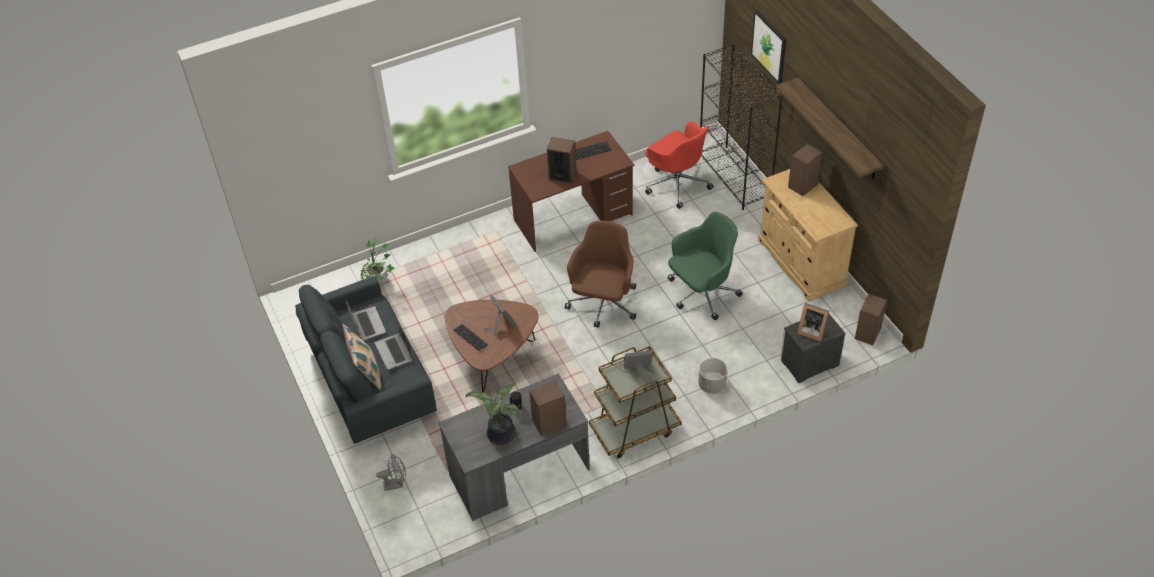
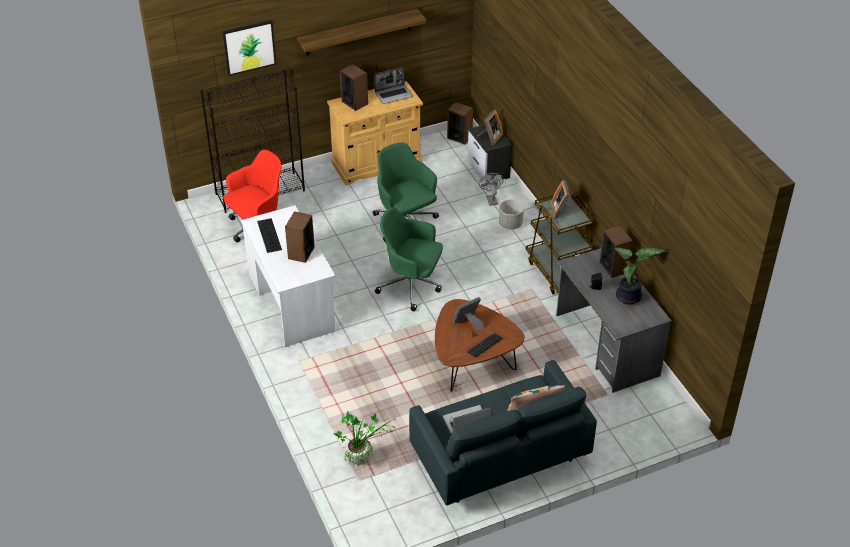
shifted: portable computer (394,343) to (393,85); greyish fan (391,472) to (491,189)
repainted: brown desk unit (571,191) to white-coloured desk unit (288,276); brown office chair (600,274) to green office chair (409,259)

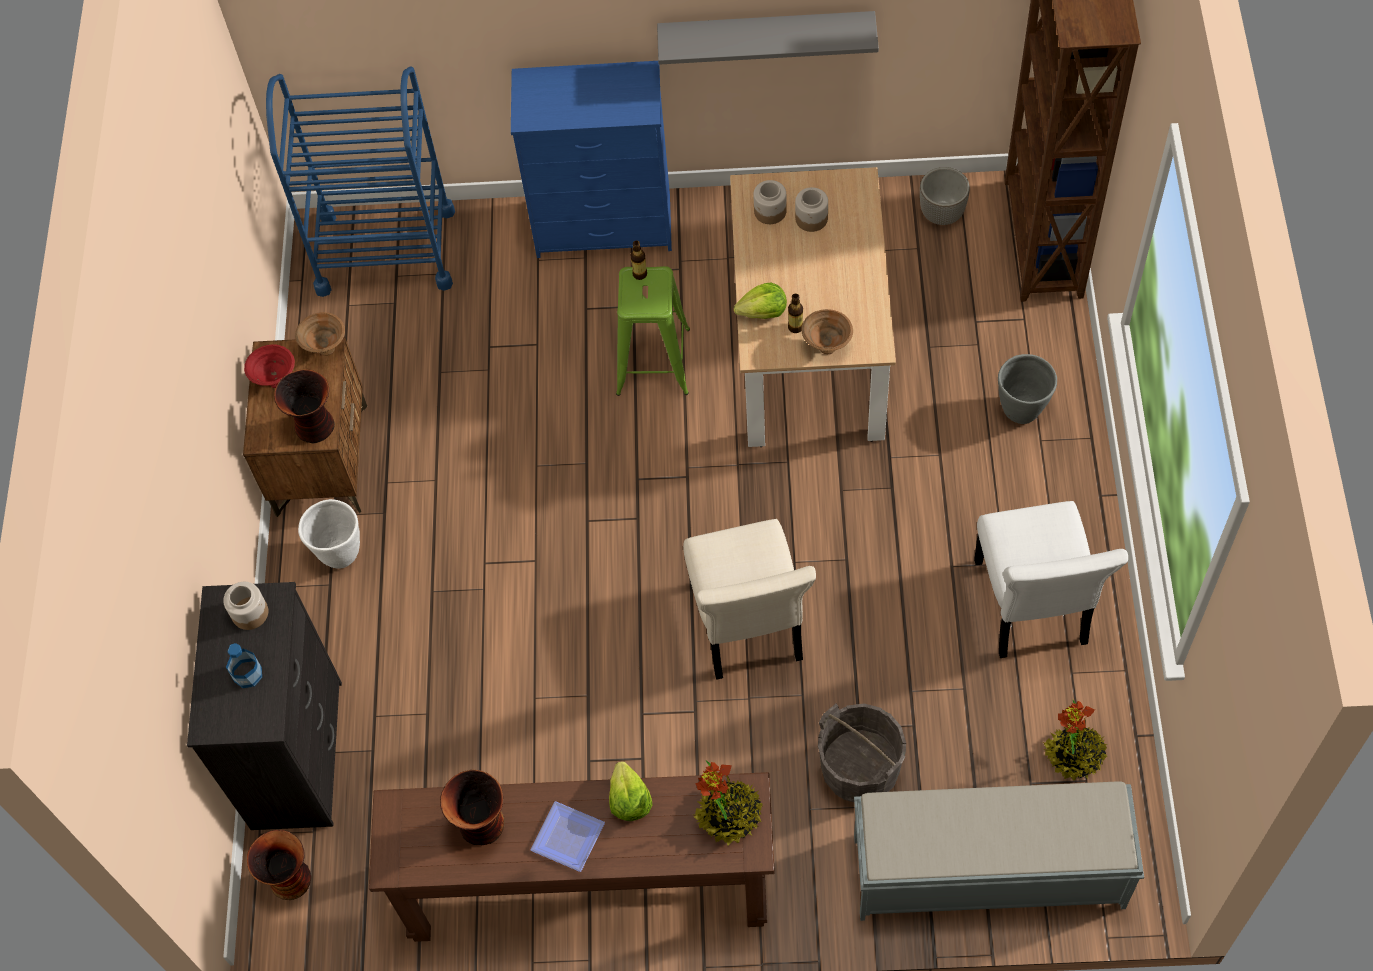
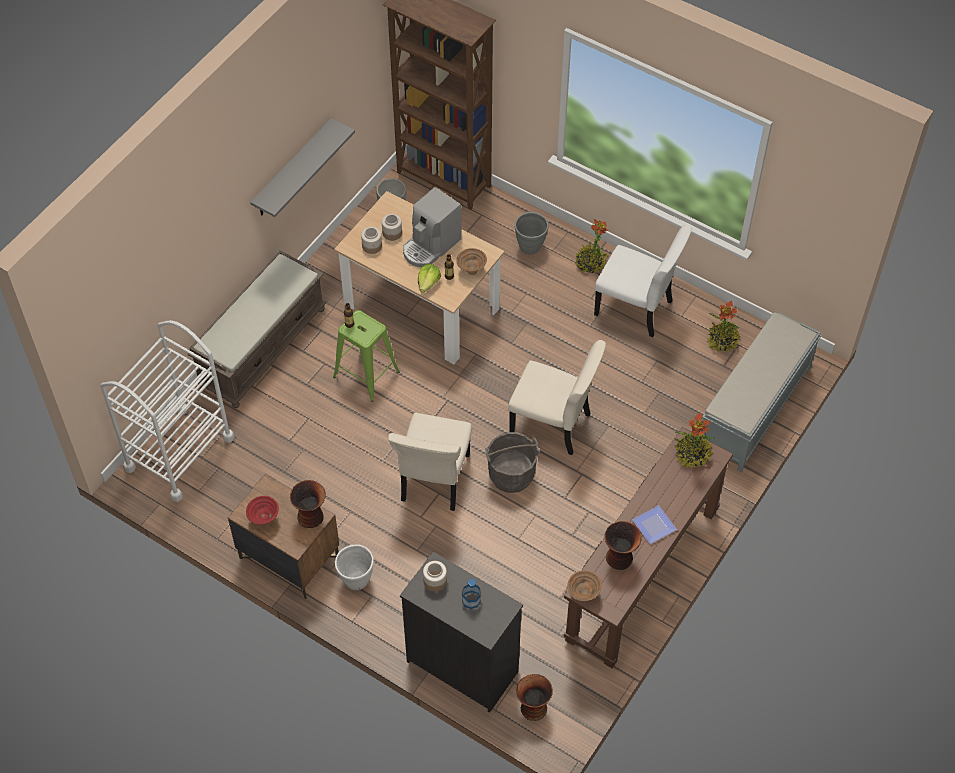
gone: lettuce (630,791)
new: sand-coloured plain chair (430,462); coffee machine (432,227); potted plant (592,246)
shifted: greyish bucket (862,753) to (512,462); brown serving bowl (320,334) to (584,585)
swapped: bluish chest of drawers (591,159) to brown long seat (257,329)
repainted: bluish trolley (360,181) to white-coloured trolley (167,411)

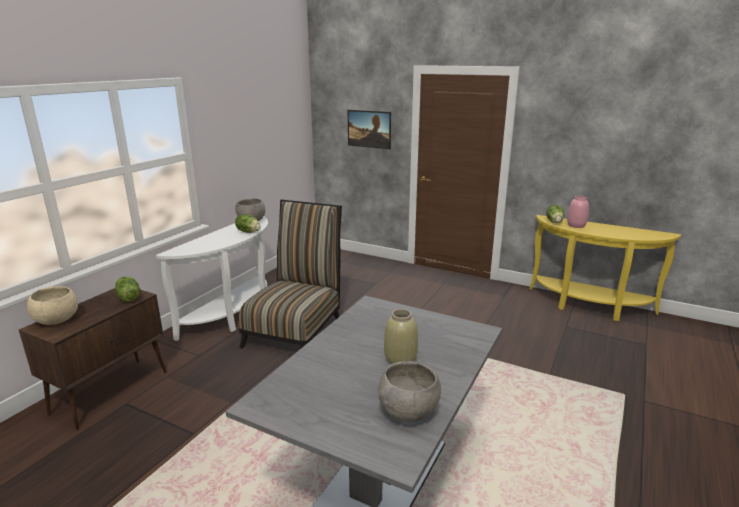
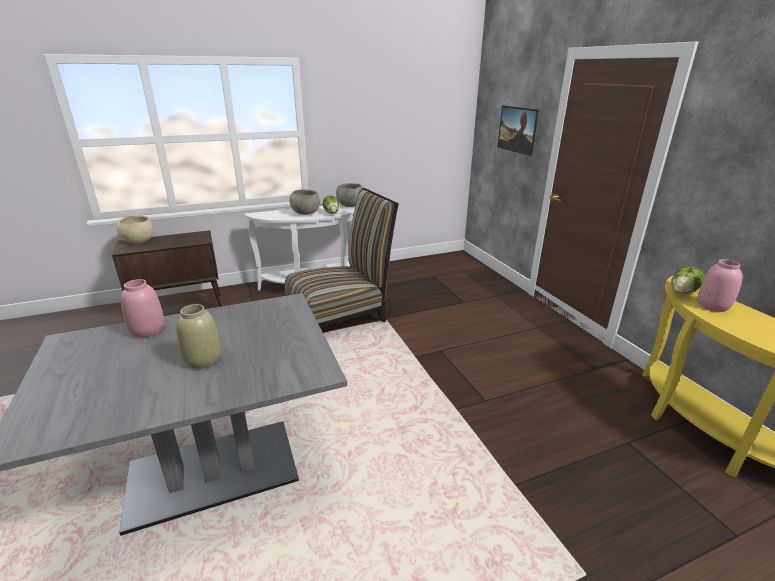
gone: lettuce (127,289)
new: pink decorative vase (142,308)
shifted: greyish serving bowl (409,391) to (304,202)

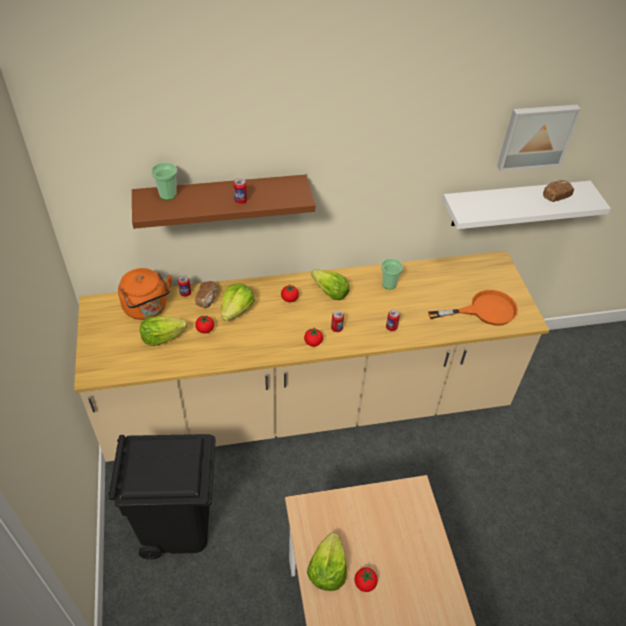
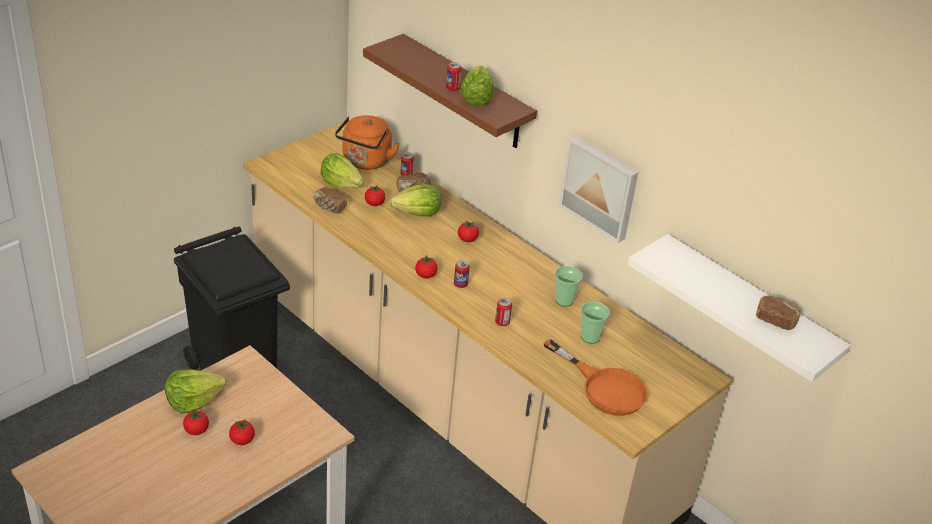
new: tomato (242,432); baked bread (330,200)
shifted: lettuce (330,285) to (476,86); picture (539,138) to (598,189); cup (164,181) to (595,323)

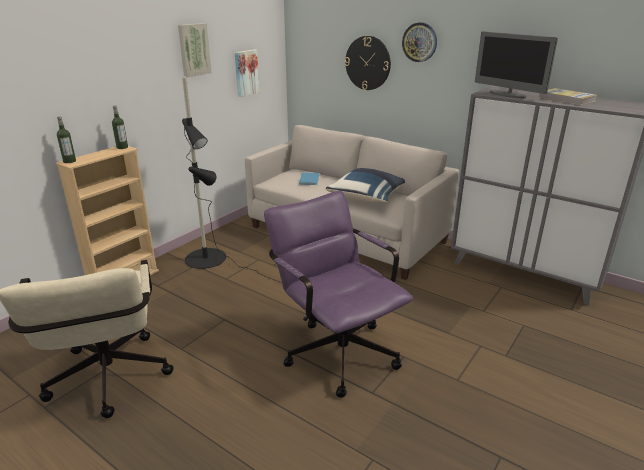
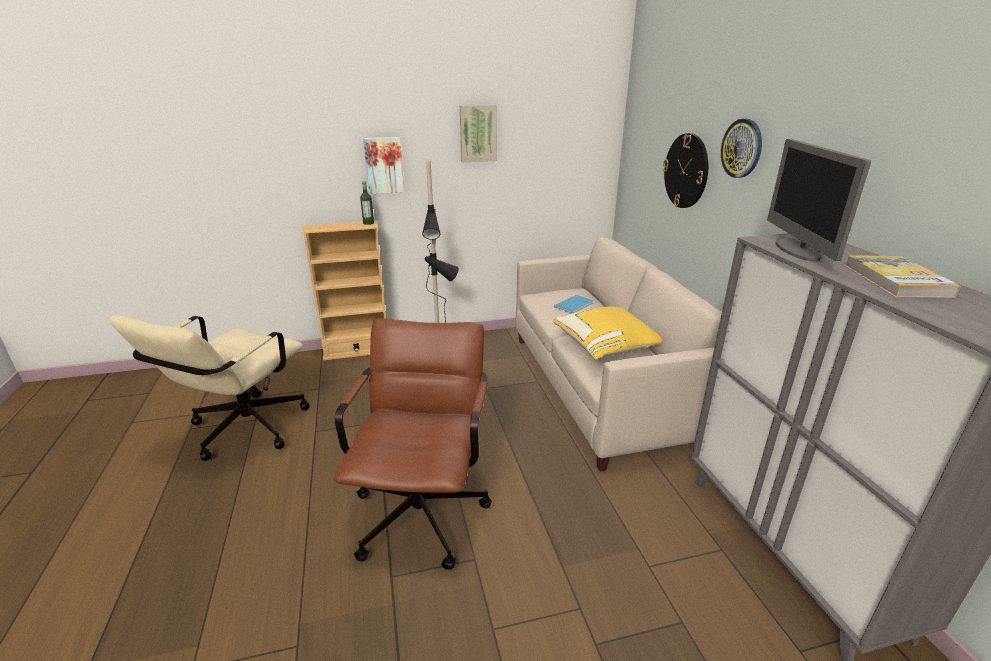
gone: drink bottle (66,139)
shifted: picture (247,73) to (383,165)
repainted: purple office chair (338,294) to brown office chair (413,444); bluish throw pillow (365,185) to yellowish throw pillow (607,333)

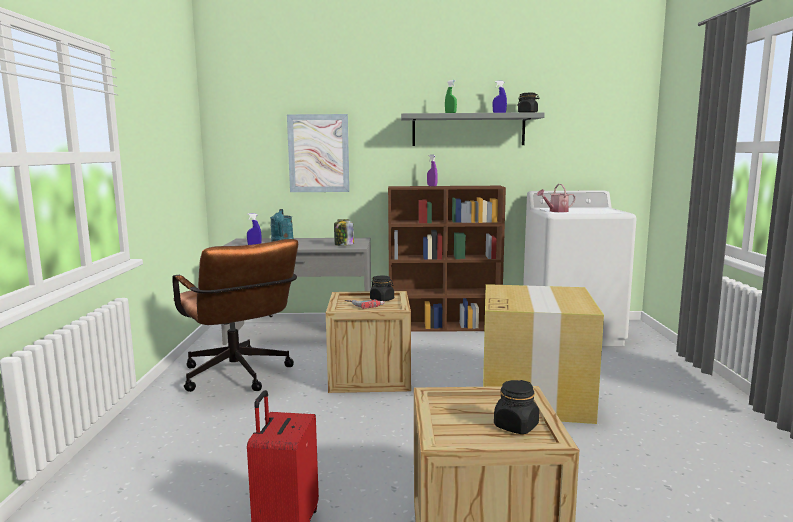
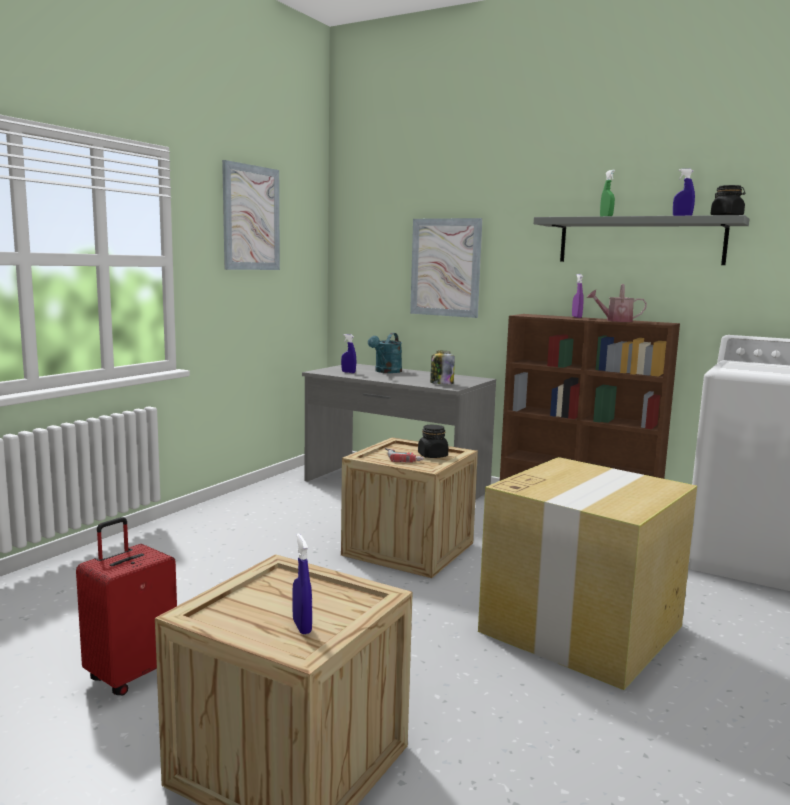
gone: brown office chair (235,315)
new: picture (251,215)
shifted: watering pot (556,198) to (617,303)
swapped: blackish storage jar (516,407) to bluish sprayer (302,584)

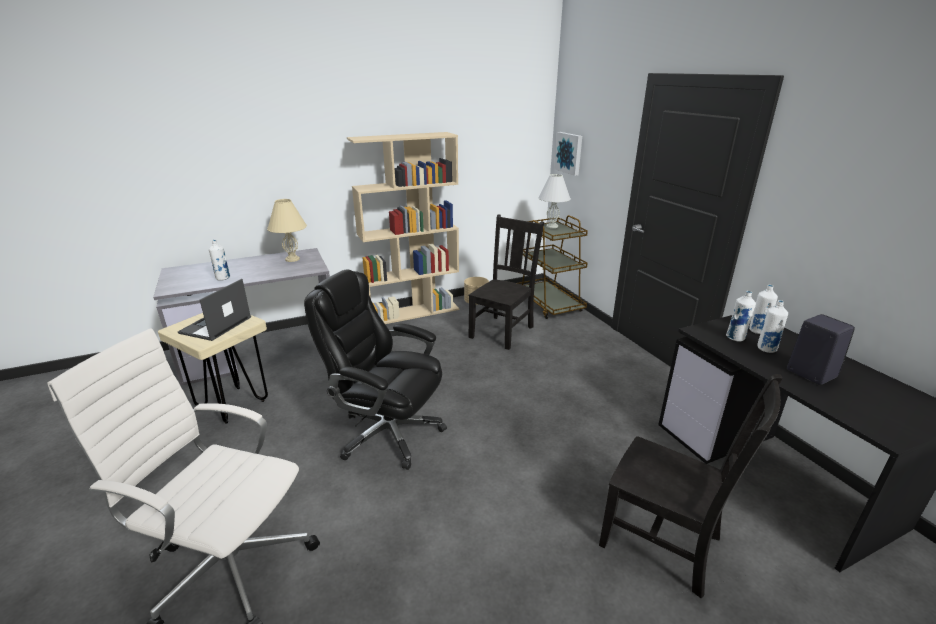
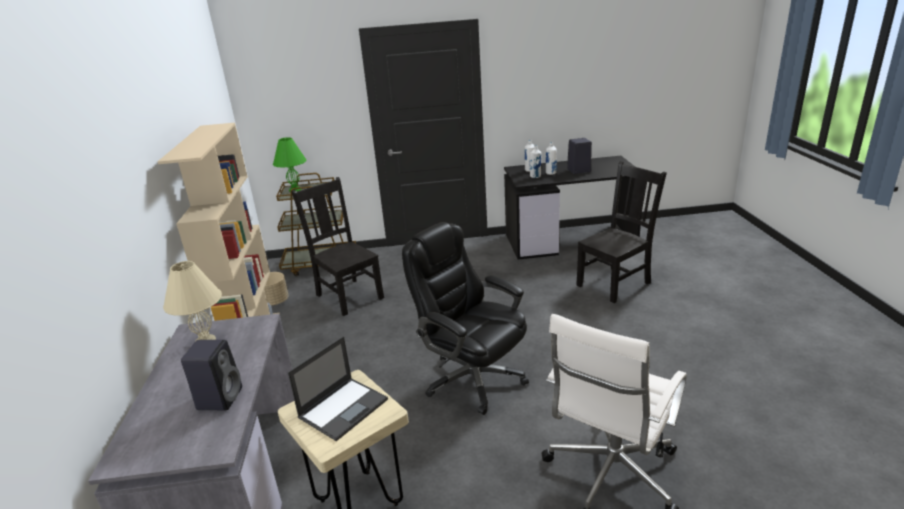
gone: picture (568,154)
swapped: white-coloured drink bottle (219,260) to blackish loudspeaker (211,375)
repainted: white-coloured tabletop lamp (554,201) to green tabletop lamp (289,164)
rotated: portable computer (214,310) = (338,388) 90 degrees counterclockwise; blackish office chair (375,369) = (465,318) 90 degrees clockwise

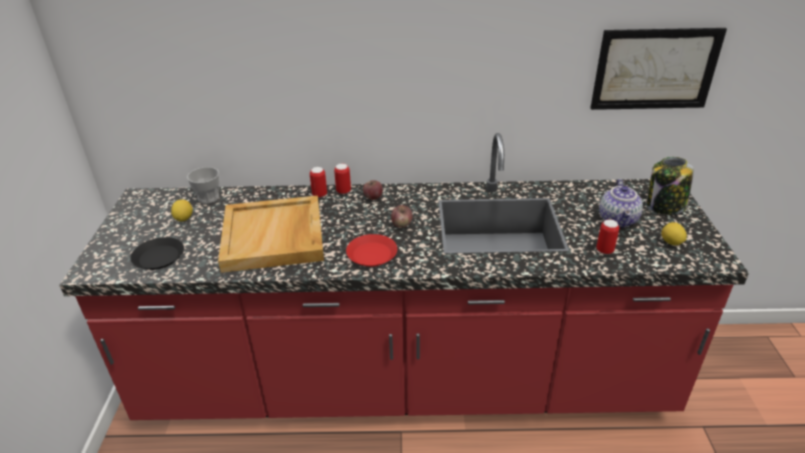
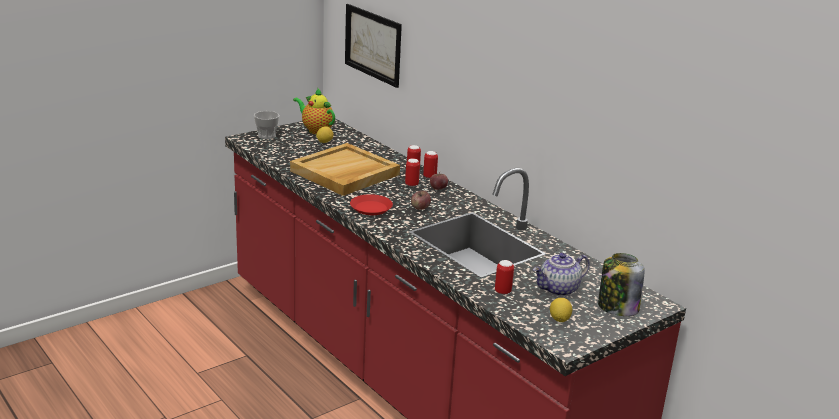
gone: blackish dinner plate (157,253)
new: teapot (314,111); can (412,172)
shifted: cup (203,185) to (267,125); picture (658,69) to (373,46)

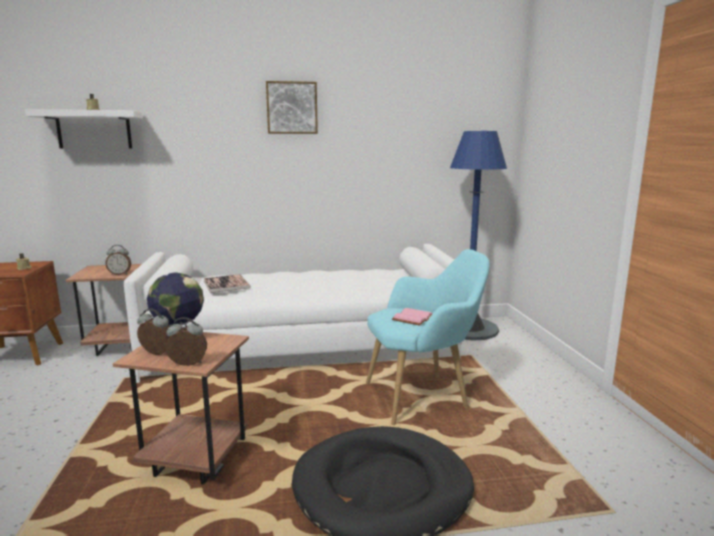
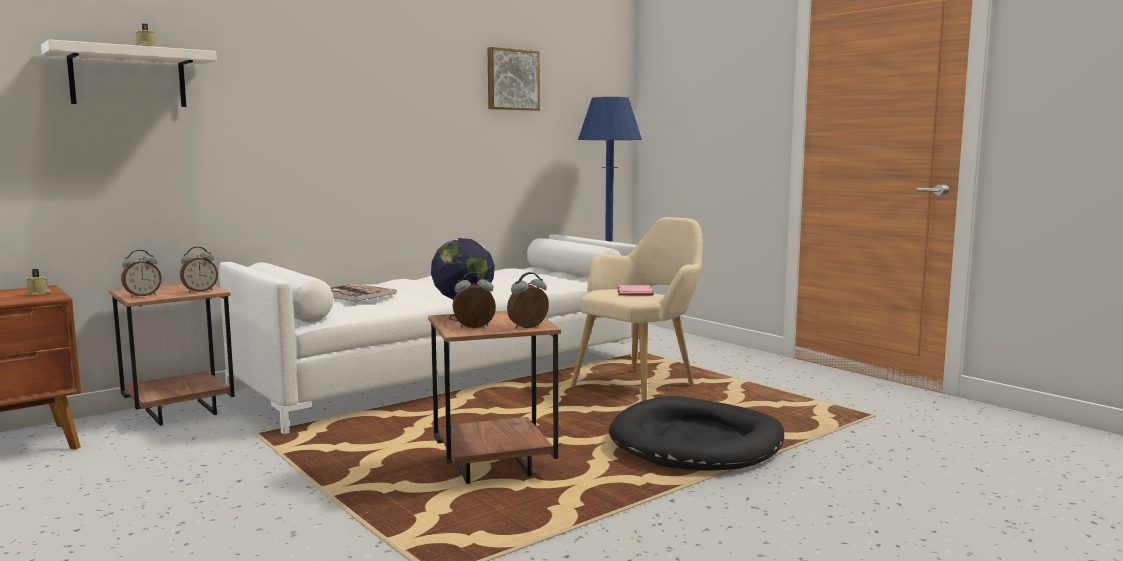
new: bedside clock (141,274)
shifted: picture (292,107) to (514,79)
repainted: blue-green lounge chair (428,337) to sand-coloured lounge chair (637,309)

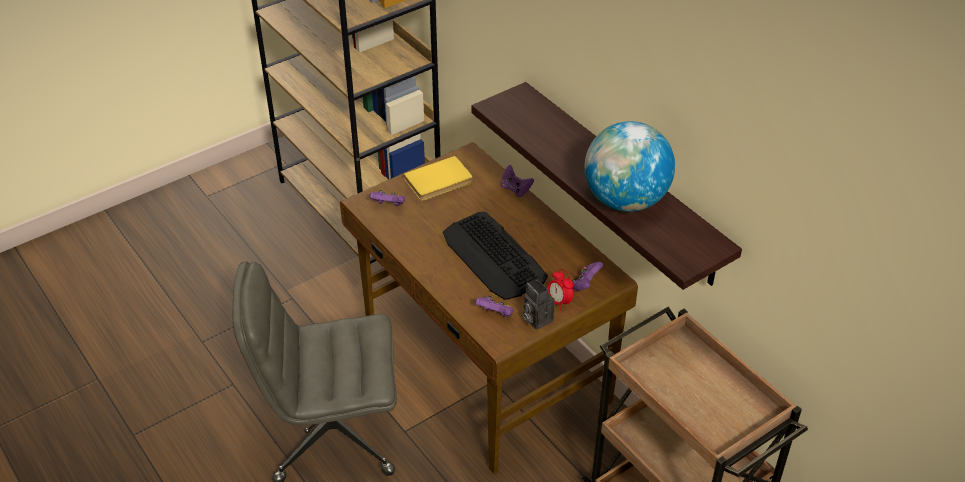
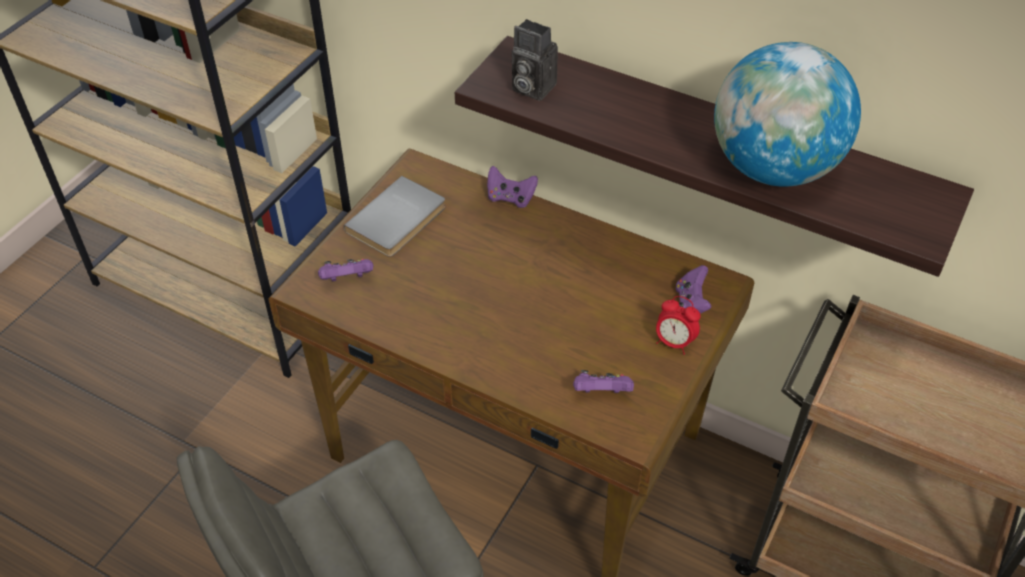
gone: keyboard (495,256)
shifted: still camera (538,304) to (535,60)
repainted: yellowish volume (438,178) to greyish volume (394,216)

